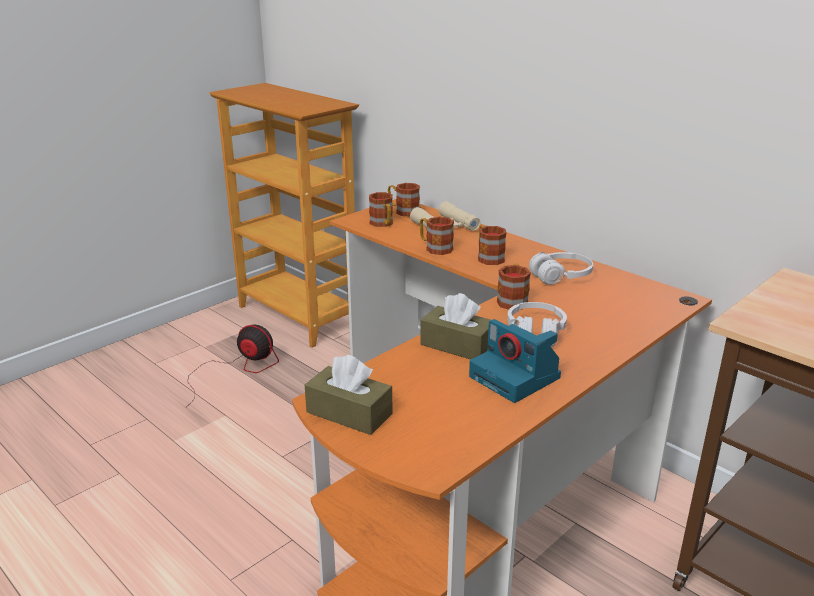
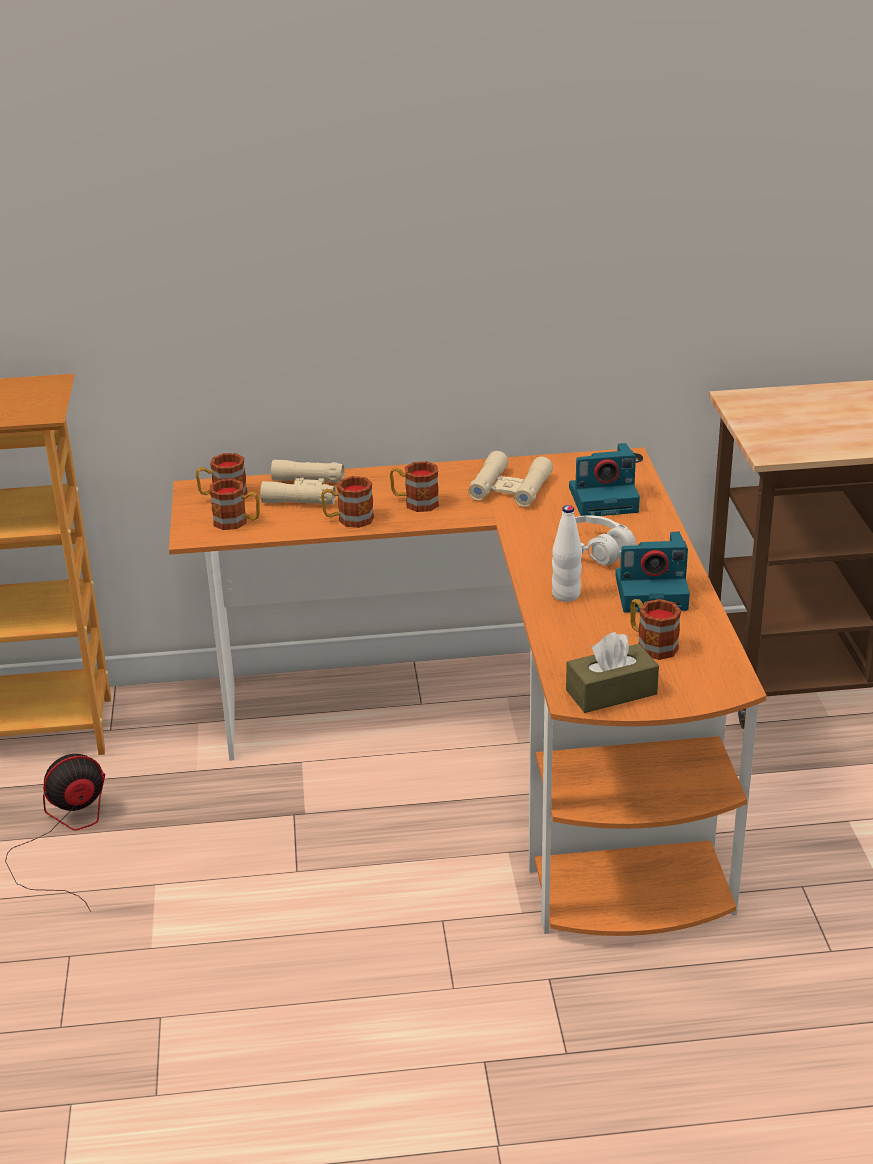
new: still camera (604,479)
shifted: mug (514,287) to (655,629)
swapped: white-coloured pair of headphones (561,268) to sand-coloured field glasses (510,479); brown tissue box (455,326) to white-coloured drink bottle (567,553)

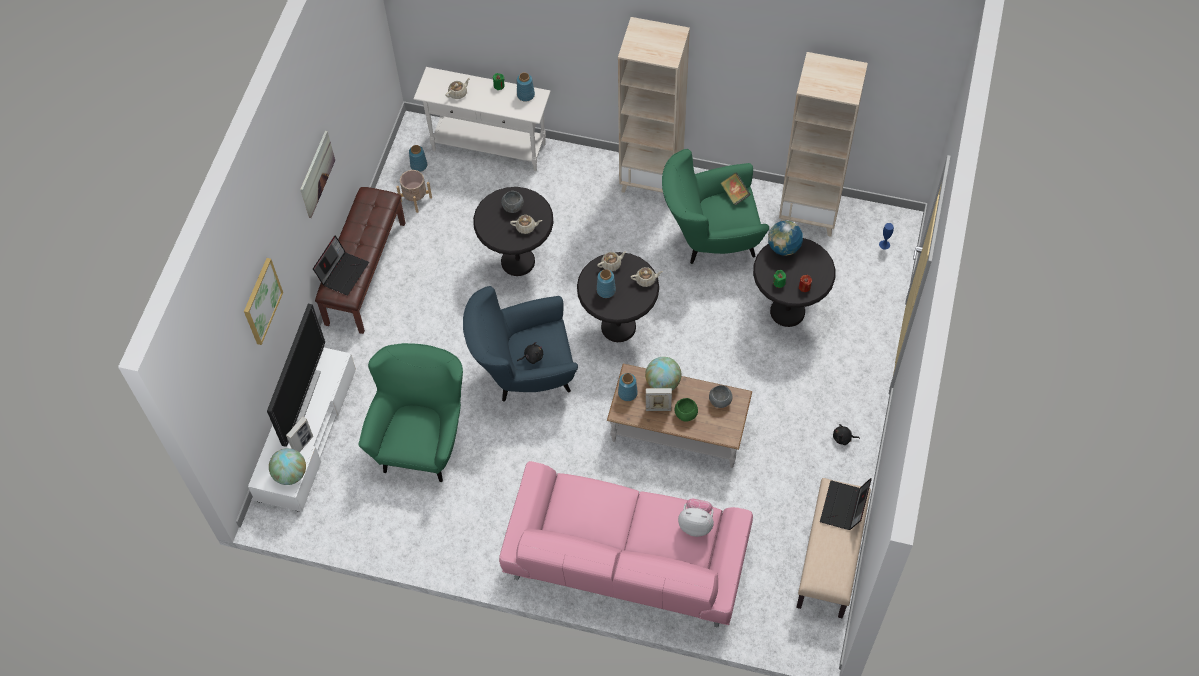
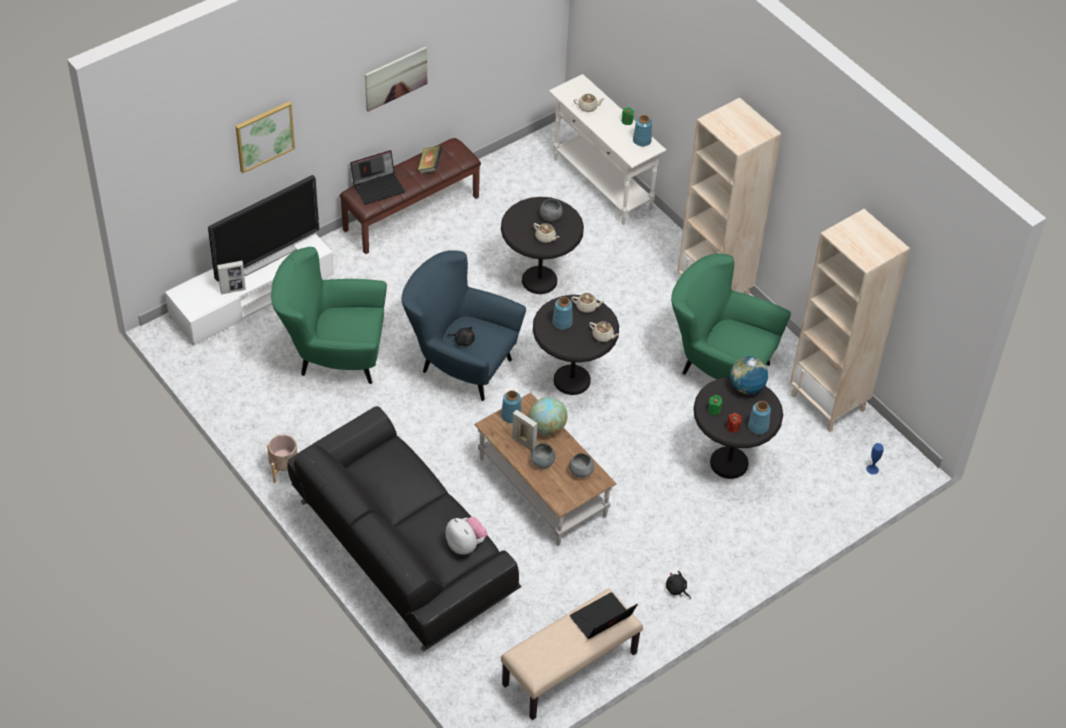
gone: desk globe (287,466)
shifted: sand-coloured flower pot (414,191) to (282,459); volume (735,189) to (430,160); bluish decorative vase (418,158) to (759,417)
repainted: pink sofa (626,544) to blackish sofa (404,529); green serving bowl (686,410) to greyish serving bowl (543,456)
rotated: green lounge chair (411,412) = (329,315) 135 degrees counterclockwise

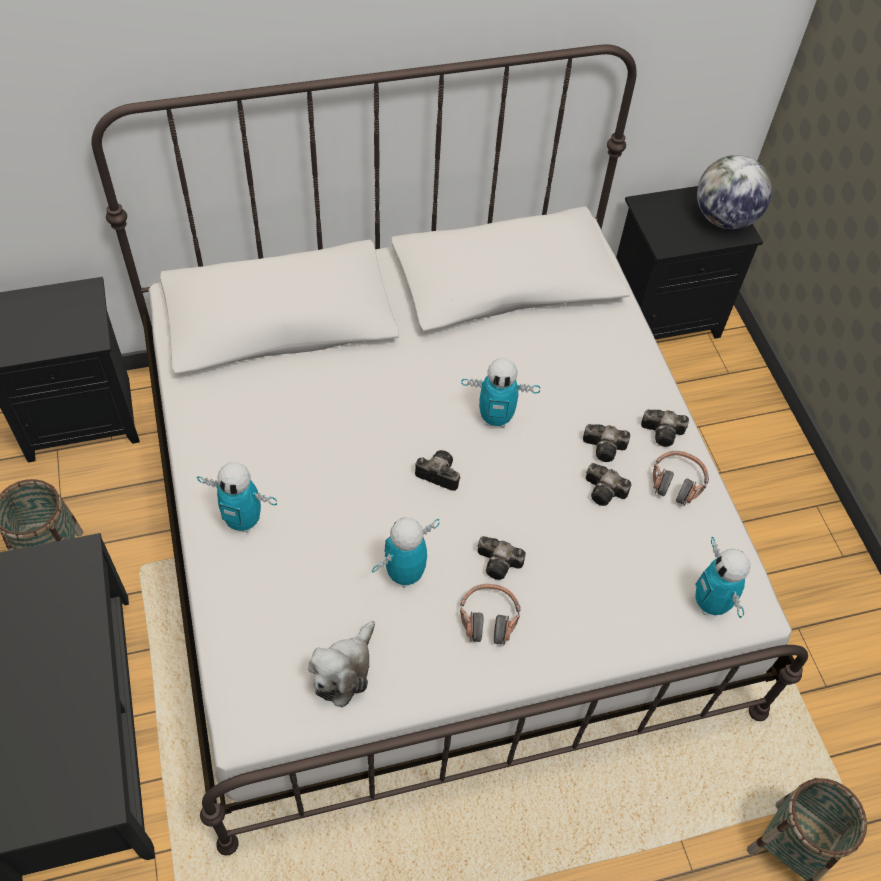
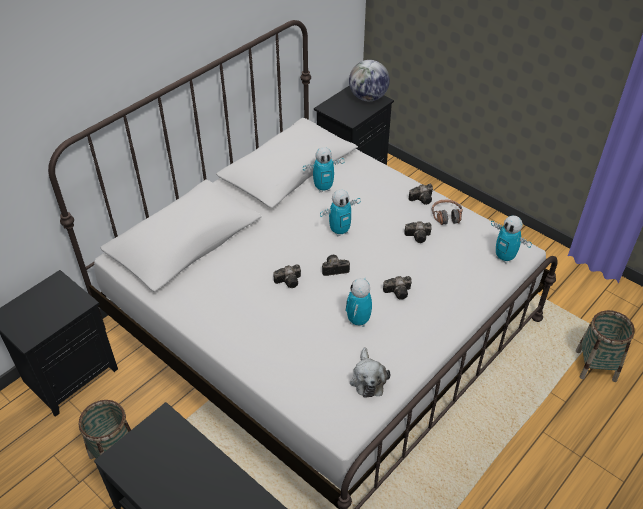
gone: pair of headphones (490,614)
shifted: still camera (606,443) to (287,276); toy robot (237,497) to (324,169)

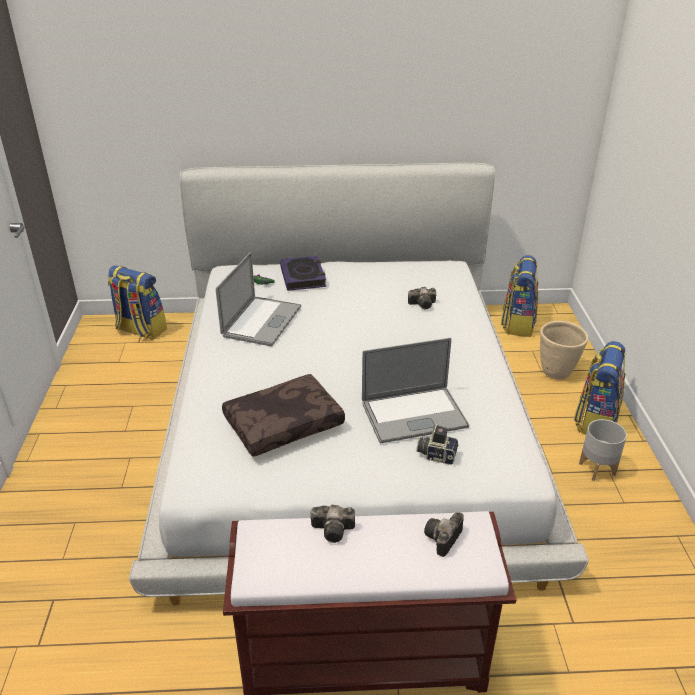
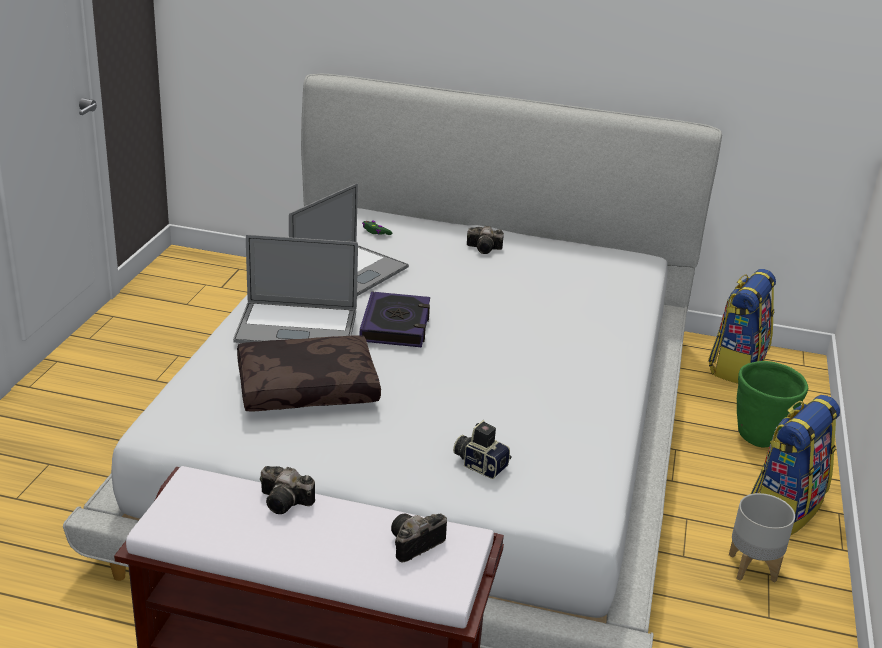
gone: rucksack (137,302)
shifted: portable computer (415,390) to (295,288); volume (303,273) to (394,319); still camera (422,298) to (485,240)
repainted: sand-coloured flower pot (564,350) to green flower pot (772,404)

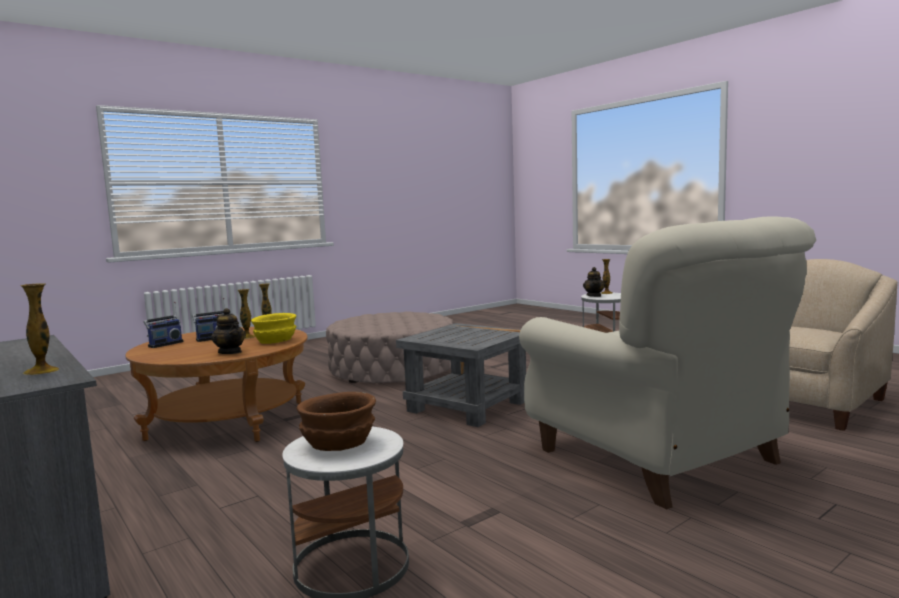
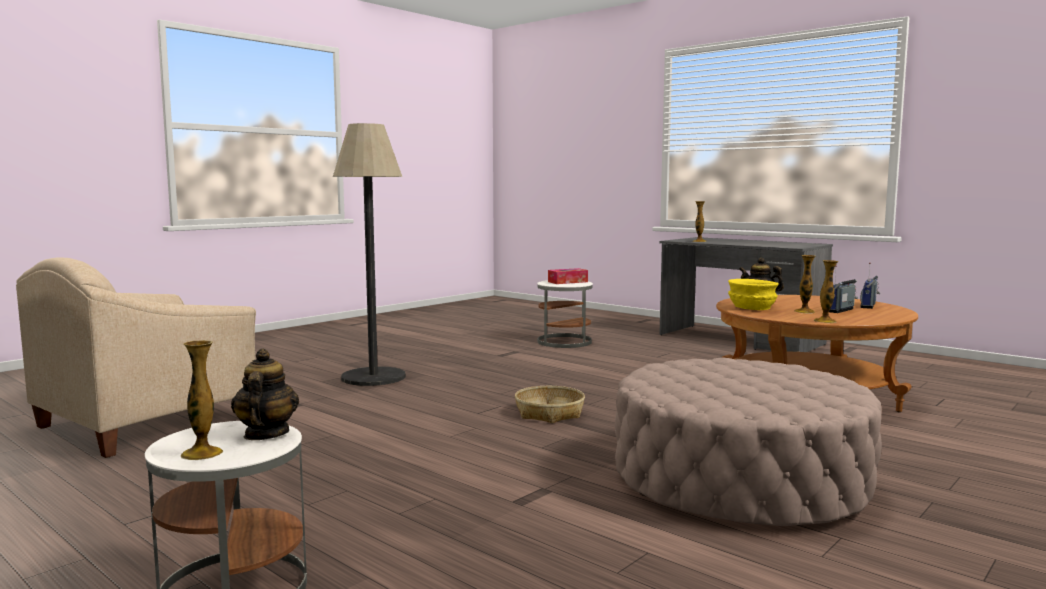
swapped: sand-coloured lounge chair (667,363) to standard lamp (369,254); greyish end table (461,375) to storage basket (550,404); brown serving bowl (336,421) to tissue box (568,276)

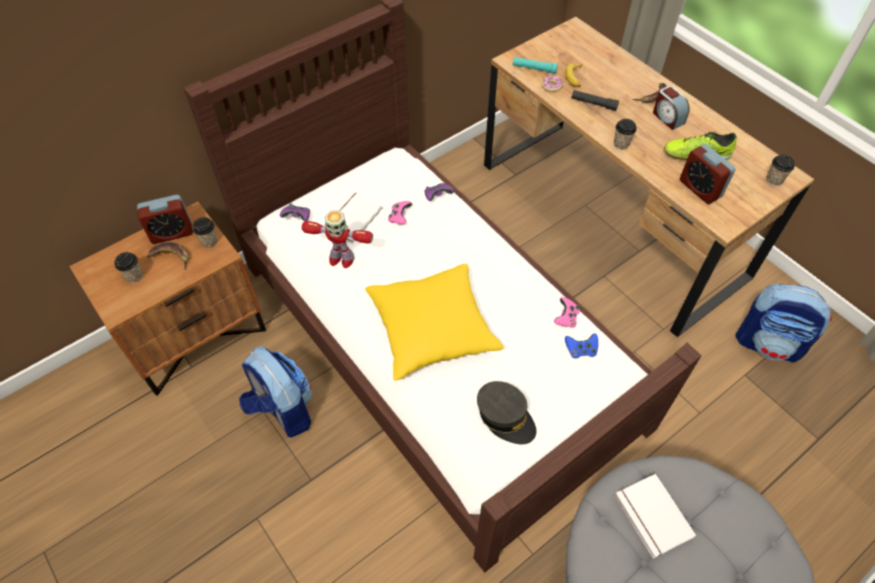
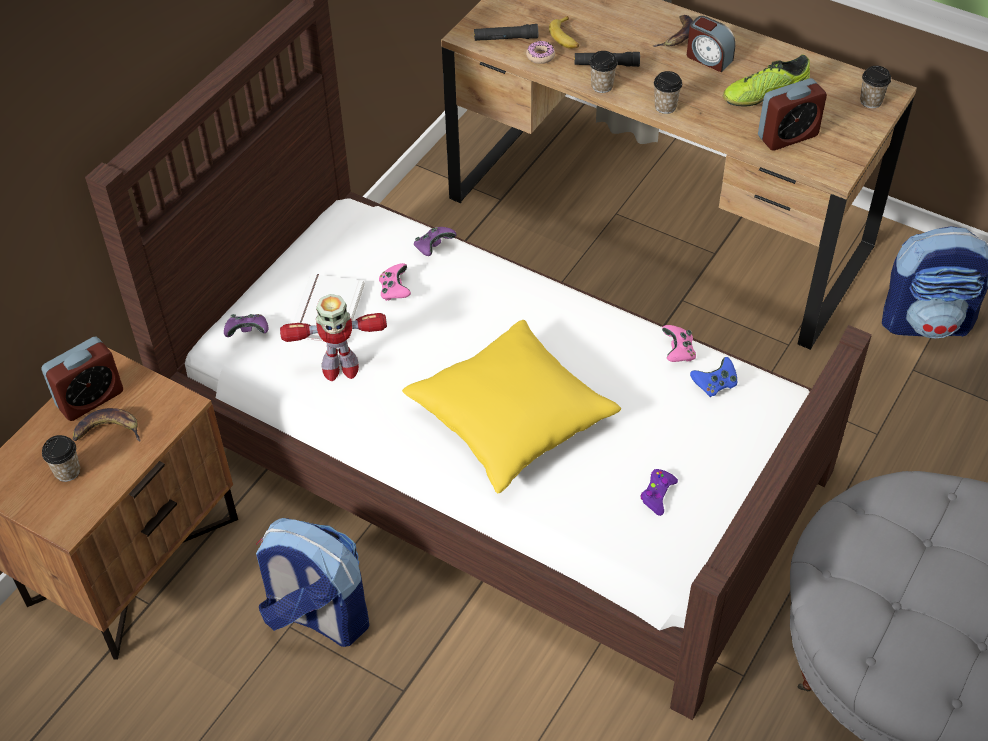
gone: white-coloured volume (655,516)
shifted: cup (205,232) to (603,72)
swapped: greyish cap (506,412) to purple game controller (659,492)
repainted: blue-green hand torch (535,65) to blackish hand torch (506,32)
rotated: bedside clock (707,174) = (792,114) 60 degrees counterclockwise

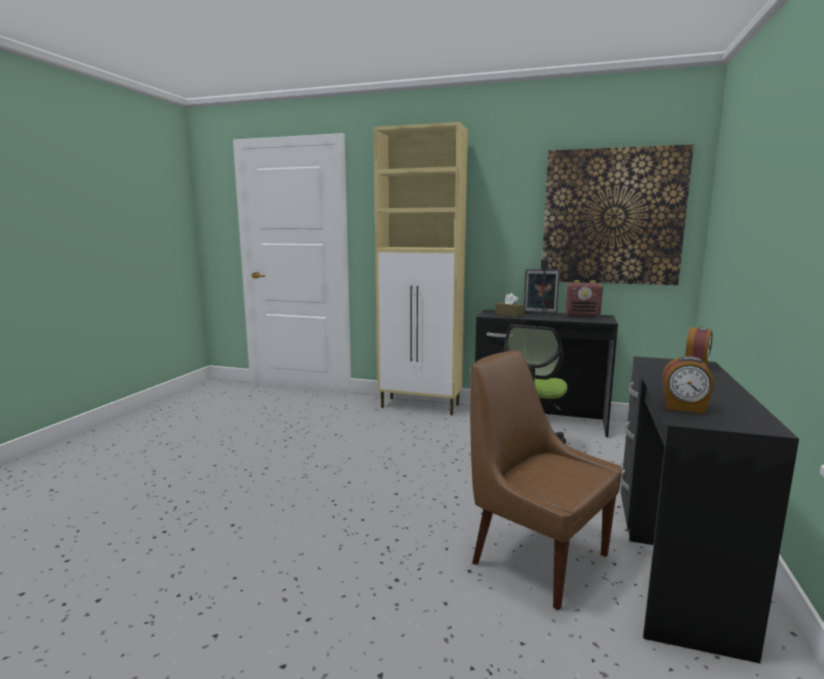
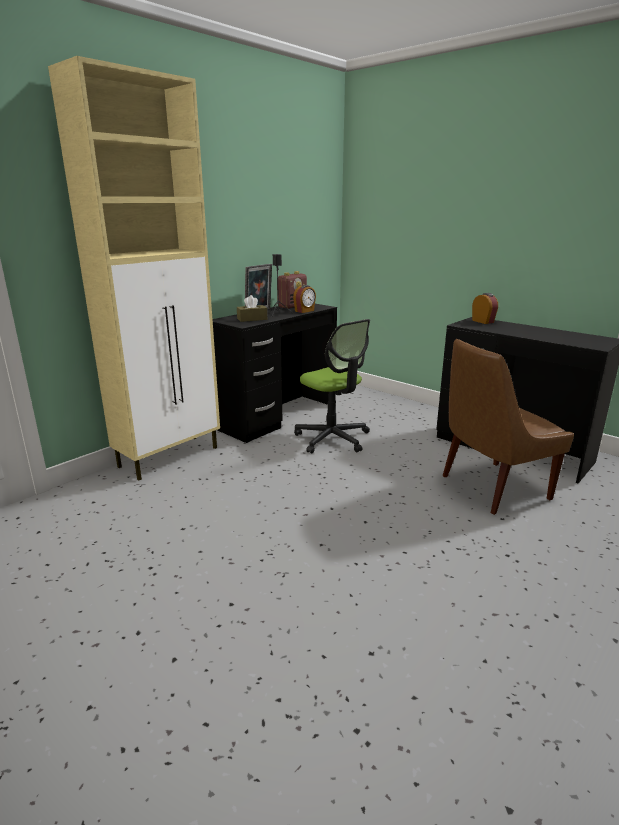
gone: picture (618,214)
shifted: bedside clock (688,384) to (304,299)

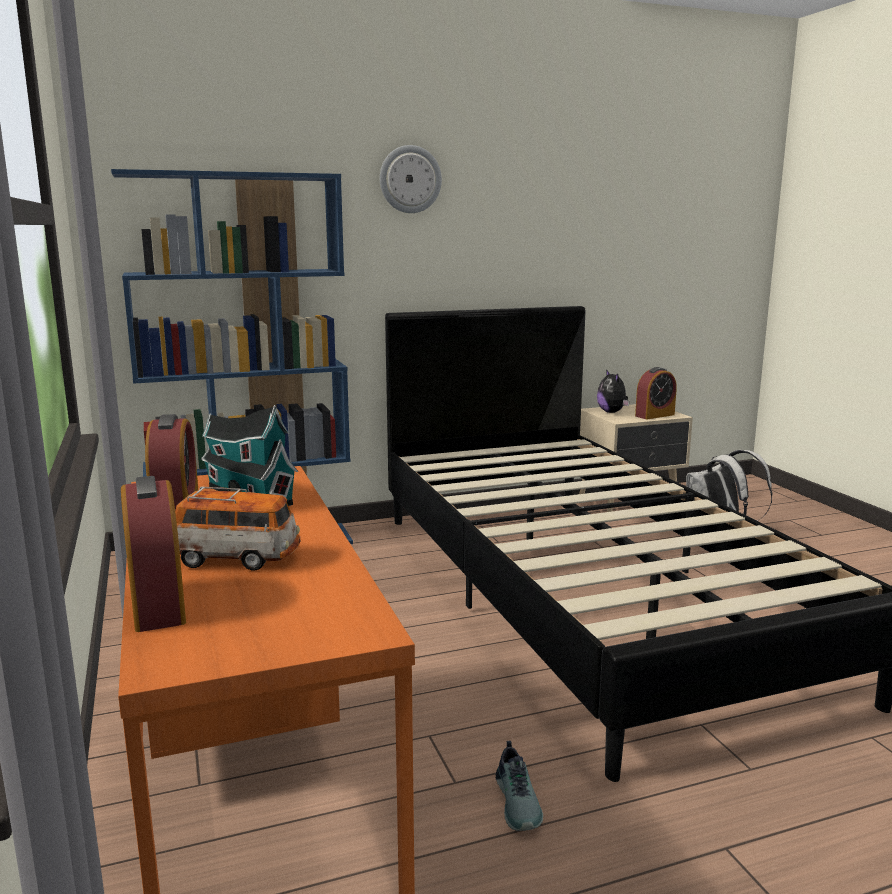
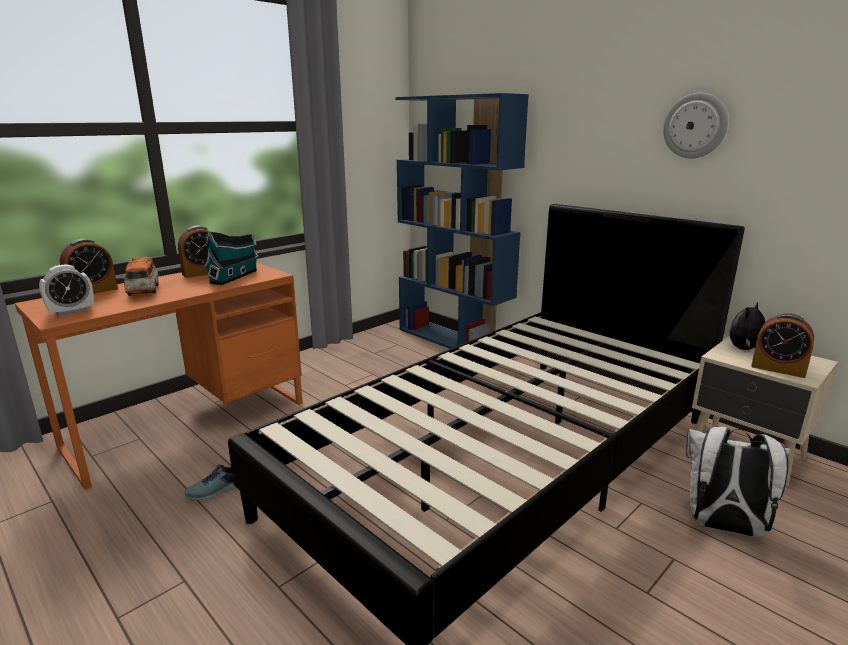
new: bedside clock (66,290)
shifted: wall clock (411,179) to (695,126)

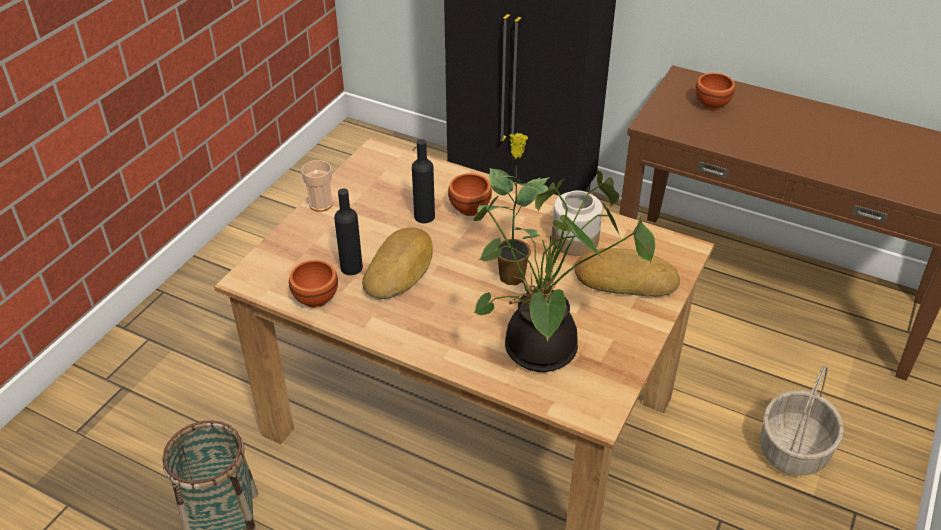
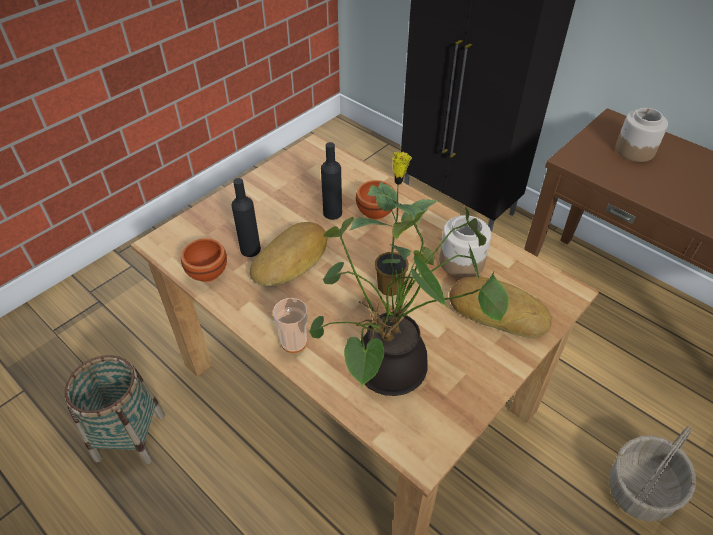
shifted: cup (317,186) to (290,325)
swapped: brown serving bowl (715,91) to storage jar (641,135)

